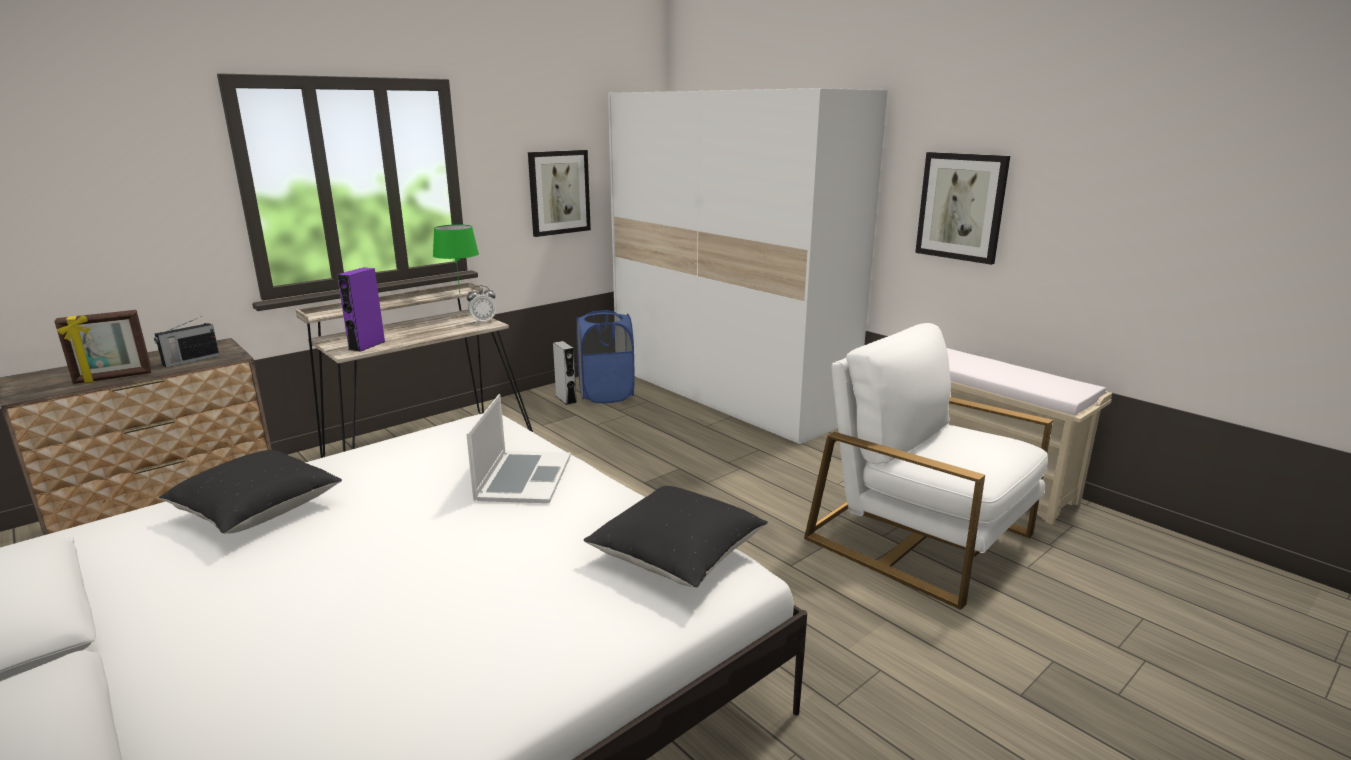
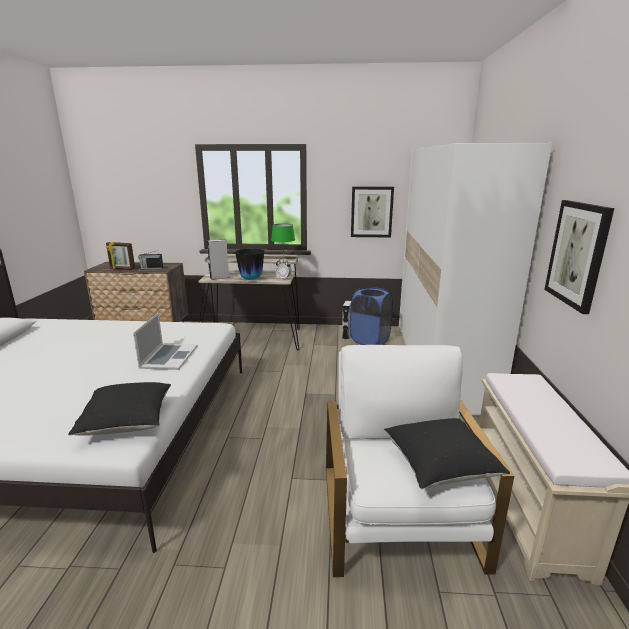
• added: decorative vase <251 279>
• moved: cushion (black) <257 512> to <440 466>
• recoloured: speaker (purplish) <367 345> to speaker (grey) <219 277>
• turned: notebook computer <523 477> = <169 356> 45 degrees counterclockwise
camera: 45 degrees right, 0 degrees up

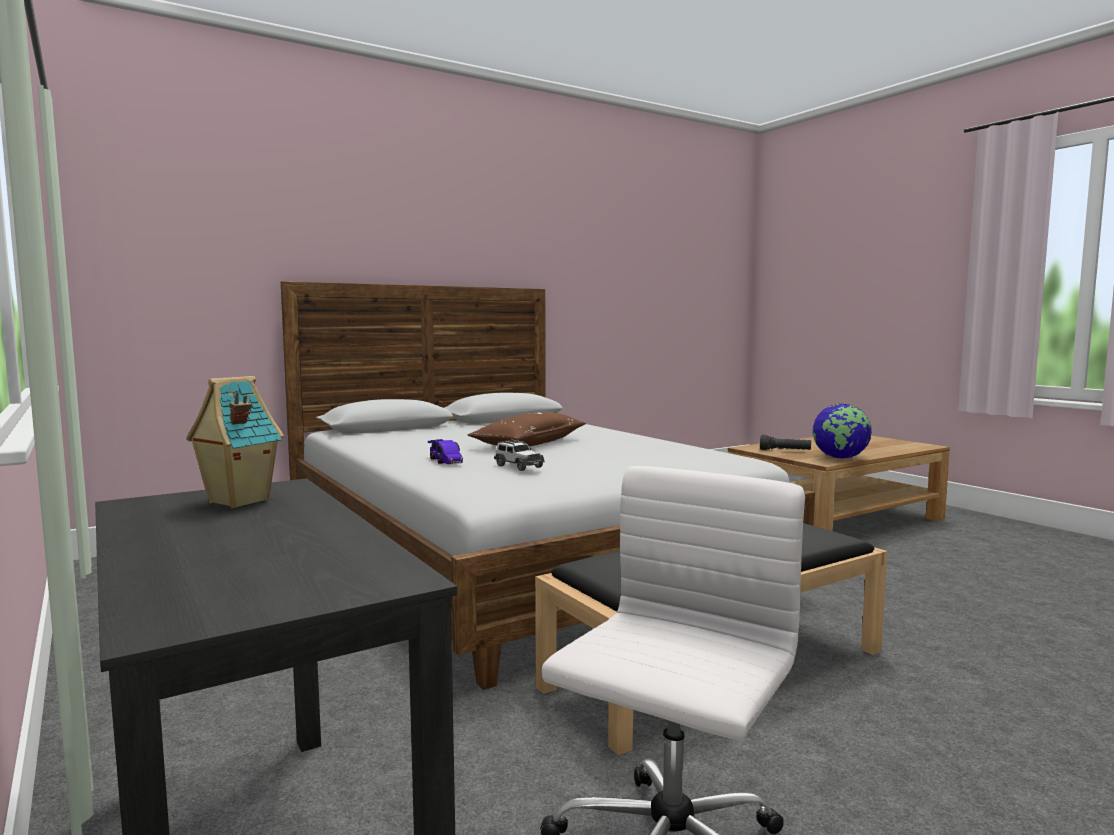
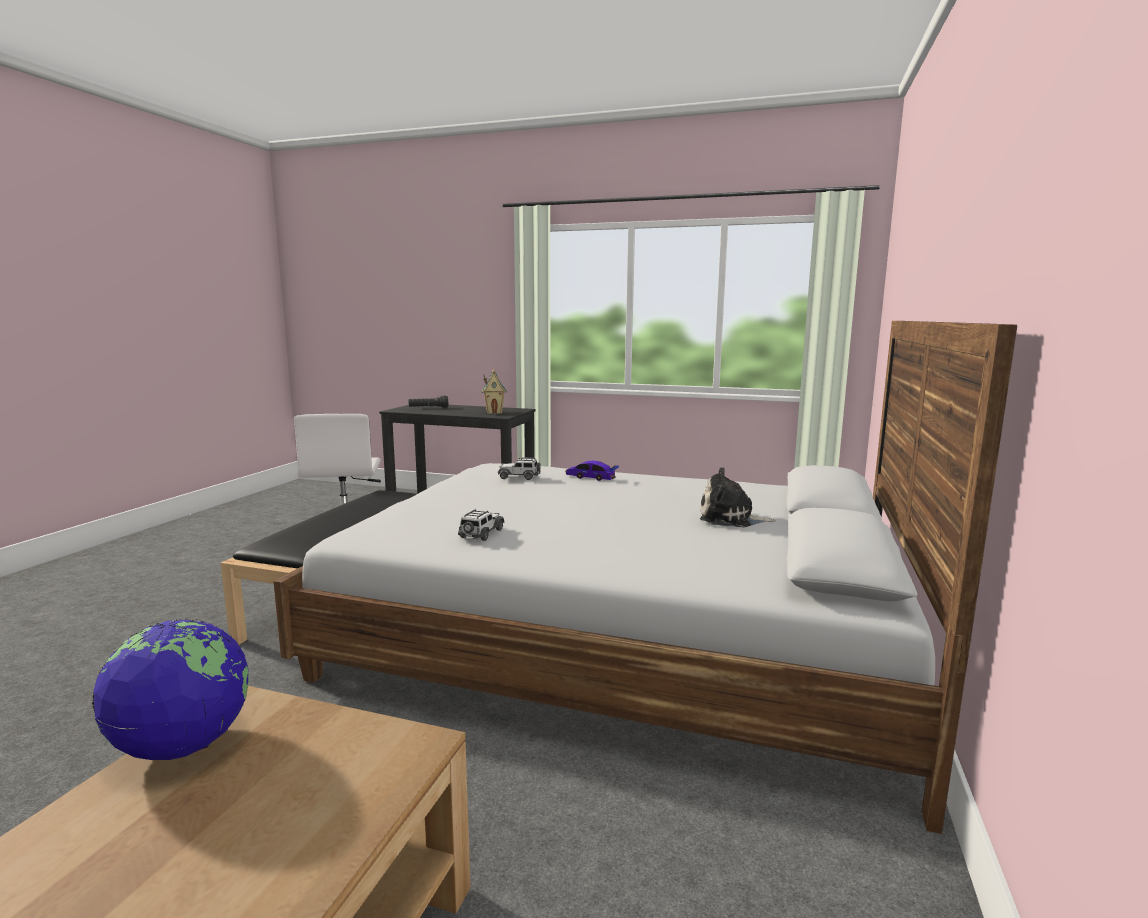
• removed: cushion (brown) <530 443>
• added: model car <481 534>
• added: cuddly toy <730 519>
• moved: torch (black) <785 451> to <428 408>
camera: 140 degrees right, 5 degrees up

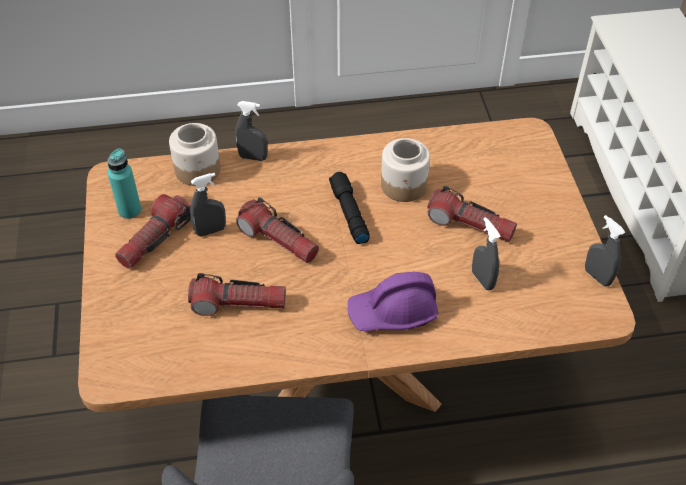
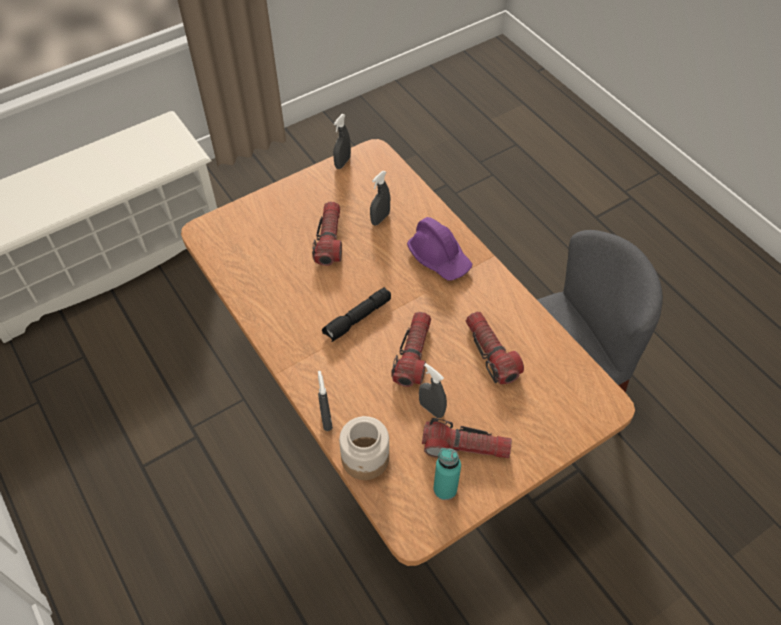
• removed: storage jar <404 186>
camera: 115 degrees left, 5 degrees up

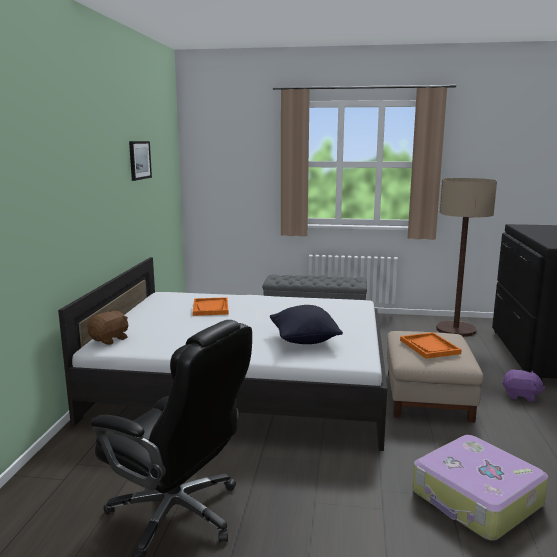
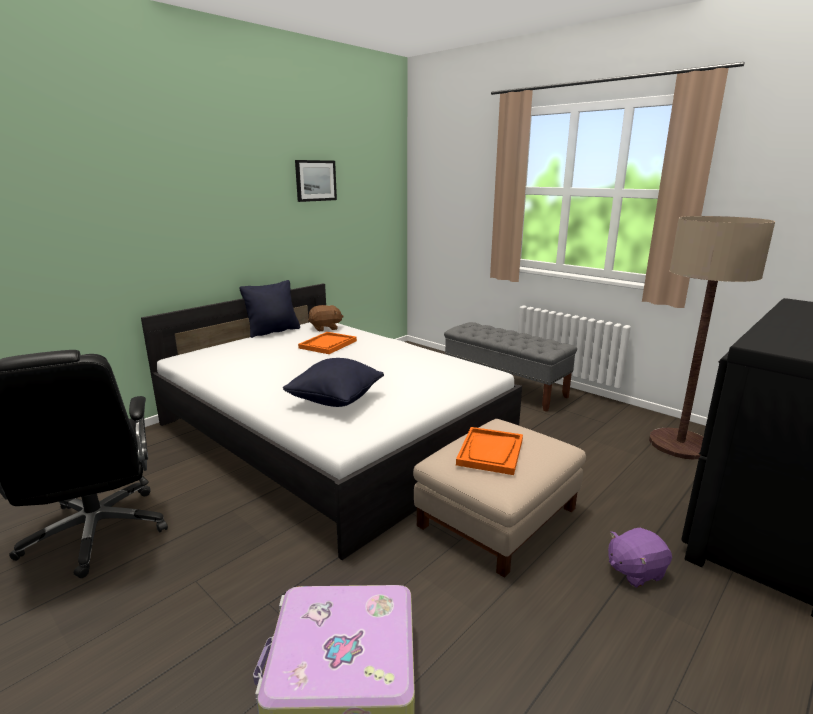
• added: cushion (black) <273 331>
• moved: cuddly toy (brown) <110 339> to <325 328>
• turned: cuddly toy (purplish) <520 396> = <634 571> 105 degrees clockwise
camera: 35 degrees right, 5 degrees up

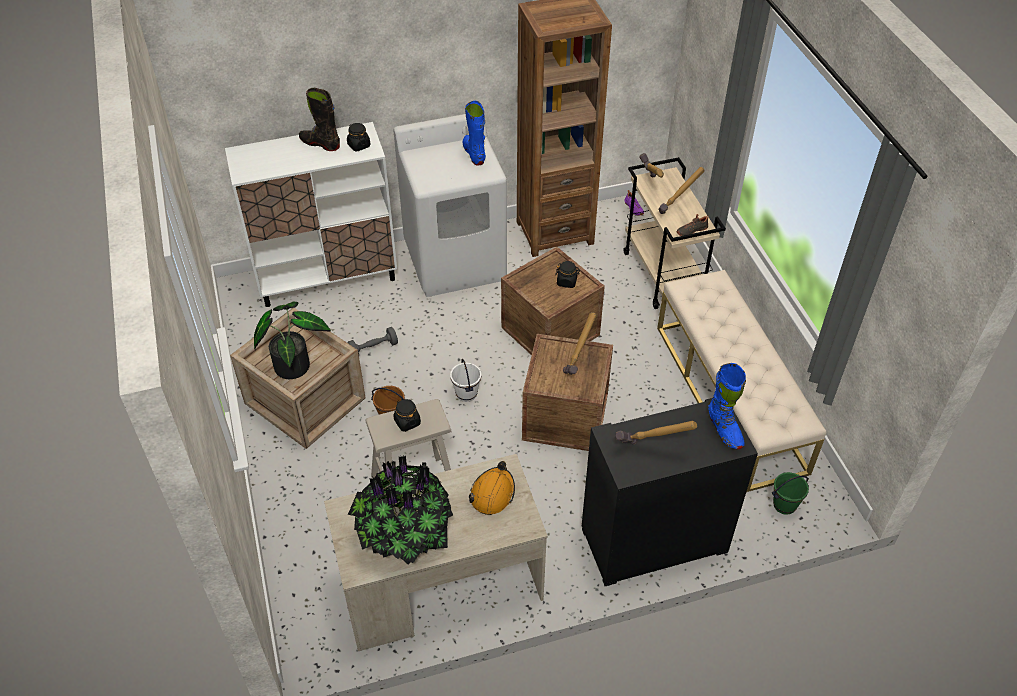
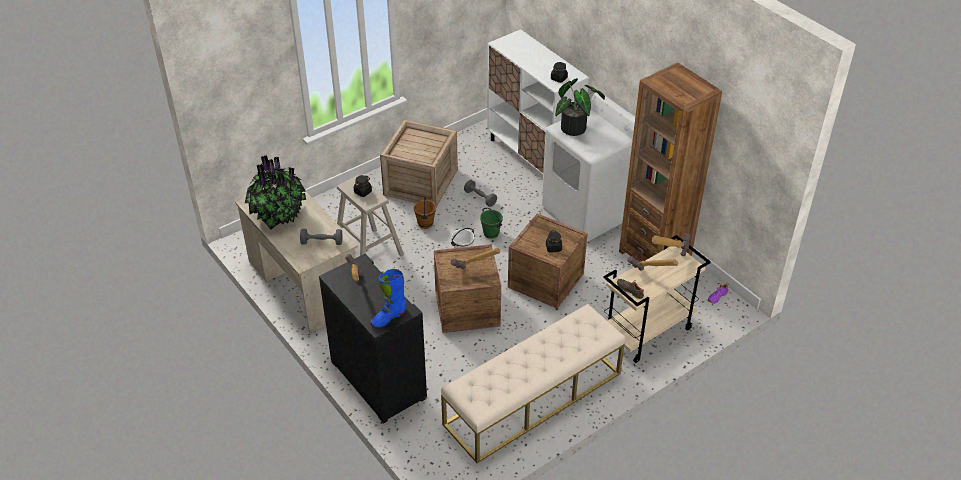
• removed: high-top boot (black) <320 144>
• removed: high-top boot (blue-coloured) <474 154>
• moved: houseplant <294 363> to <576 129>
• moved: water bucket (green-coloured) <784 505> to <491 233>
• replaced: hard hat (orange) <492 493> to dumbbell (grey) <322 242>
camera: 70 degrees right, 5 degrees down

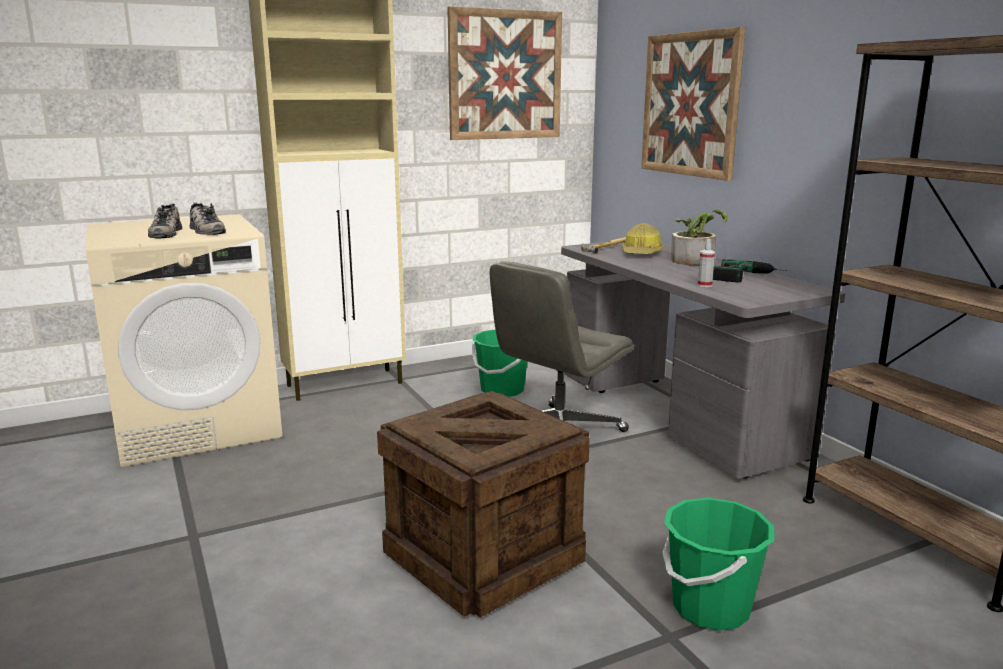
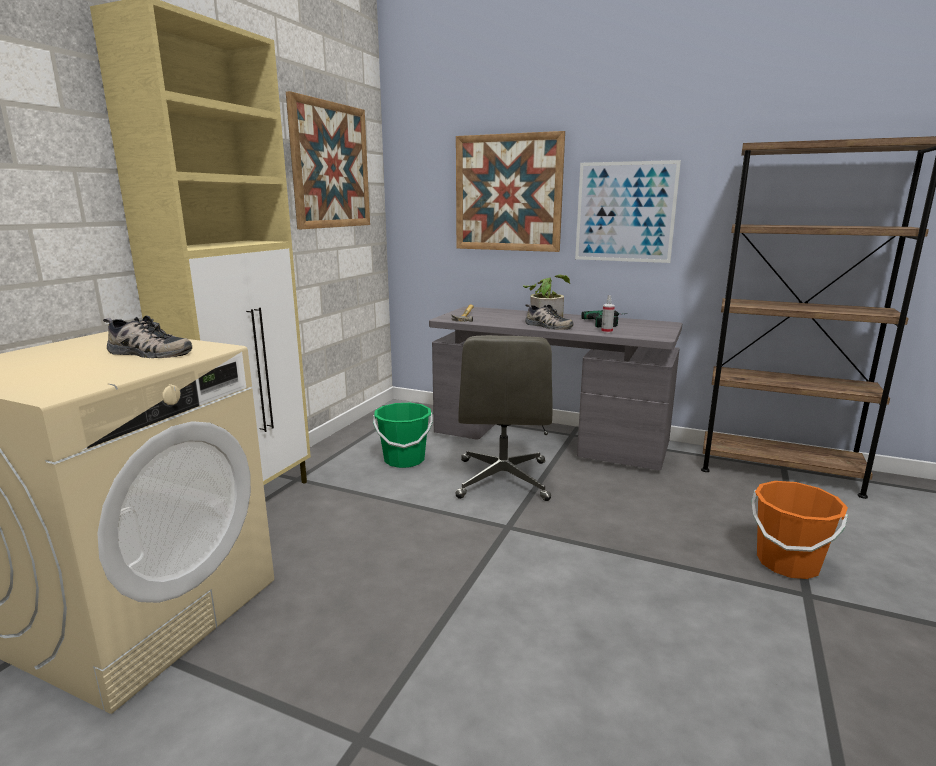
• removed: shipping crate <486 557>
• removed: hard hat <641 253>
• added: wall picture <625 212>
• moved: shoe <165 233> to <547 326>
• recoloured: water bucket (green-coloured) <710 608> to water bucket (orange) <787 563>
camera: 40 degrees left, 0 degrees up

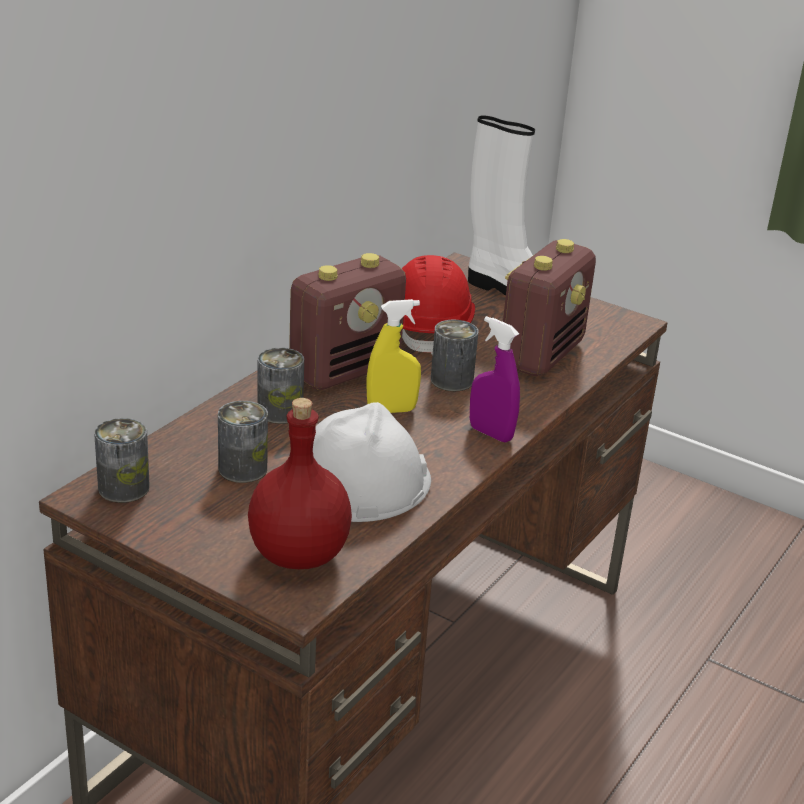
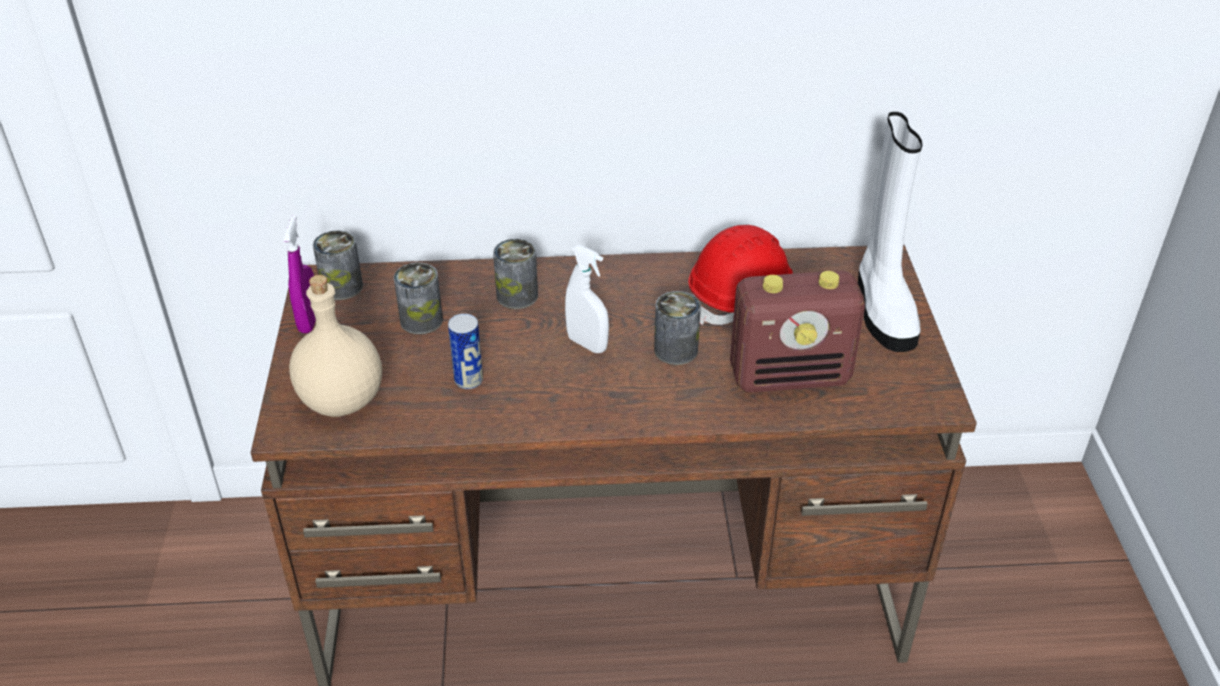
• removed: radio <345 370>
• moved: sprayer (purplish) <490 433> to <309 321>
• replaced: hard hat (white) <361 481> to sealed can <468 380>
• recoloured: beverage bottle (red-coloured) <297 554> to beverage bottle (beige-coloured) <341 399>
• recoloured: sprayer (yellowish) <391 410> to sprayer (white) <587 344>
camera: 55 degrees right, 10 degrees up

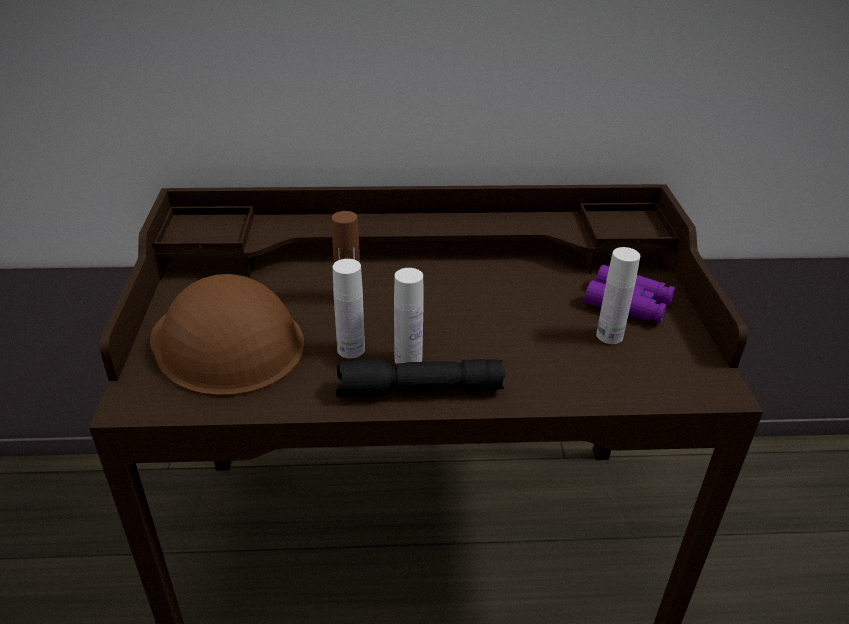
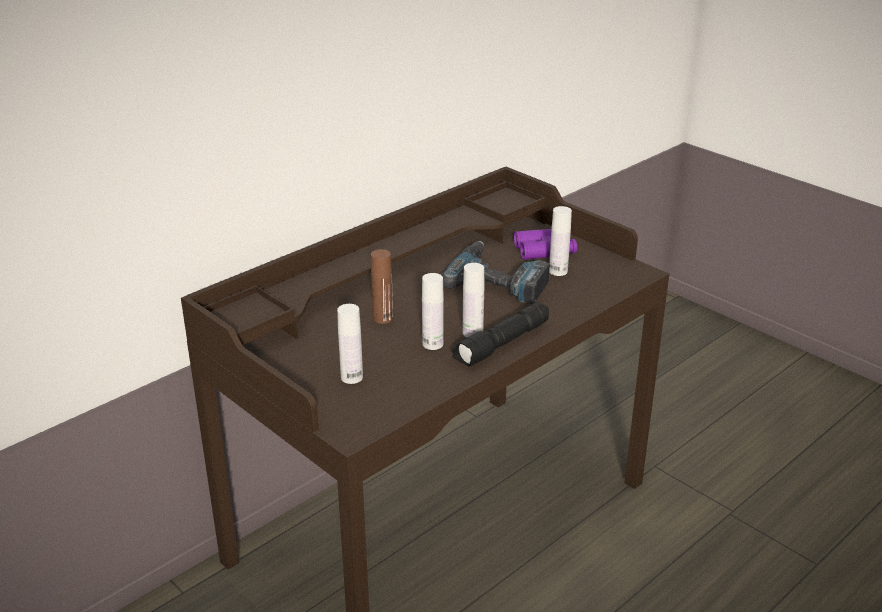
• added: electric drill <498 280>
• replaced: hard hat (brown) <227 343> to beverage bottle (white) <352 377>
camera: 40 degrees left, 5 degrees down

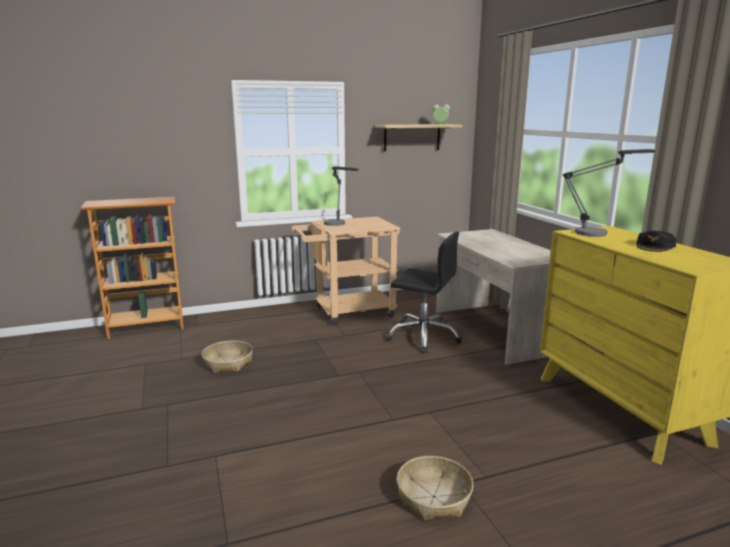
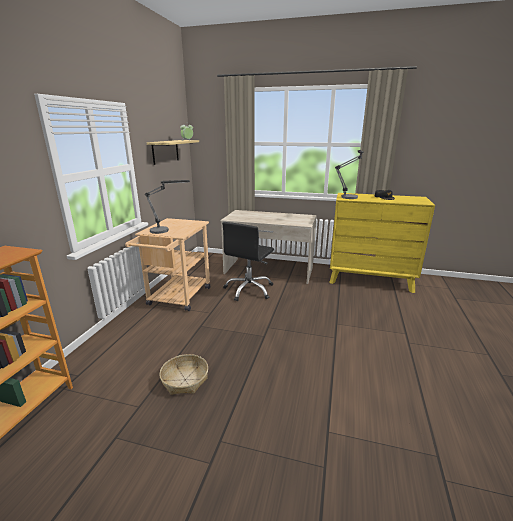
• removed: basket <434 496>
• turned: office chair (black) <423 336> = <249 290> 150 degrees clockwise
camera: 55 degrees left, 5 degrees up

